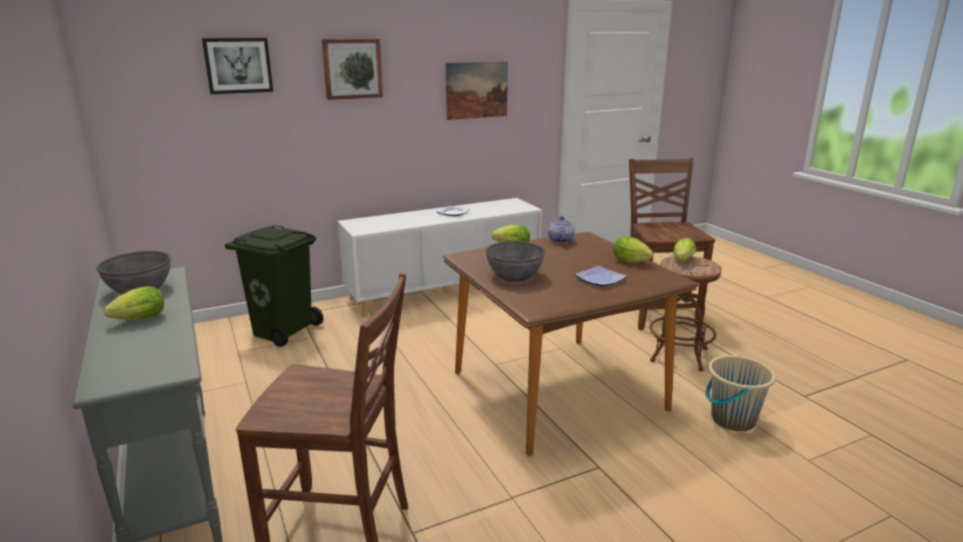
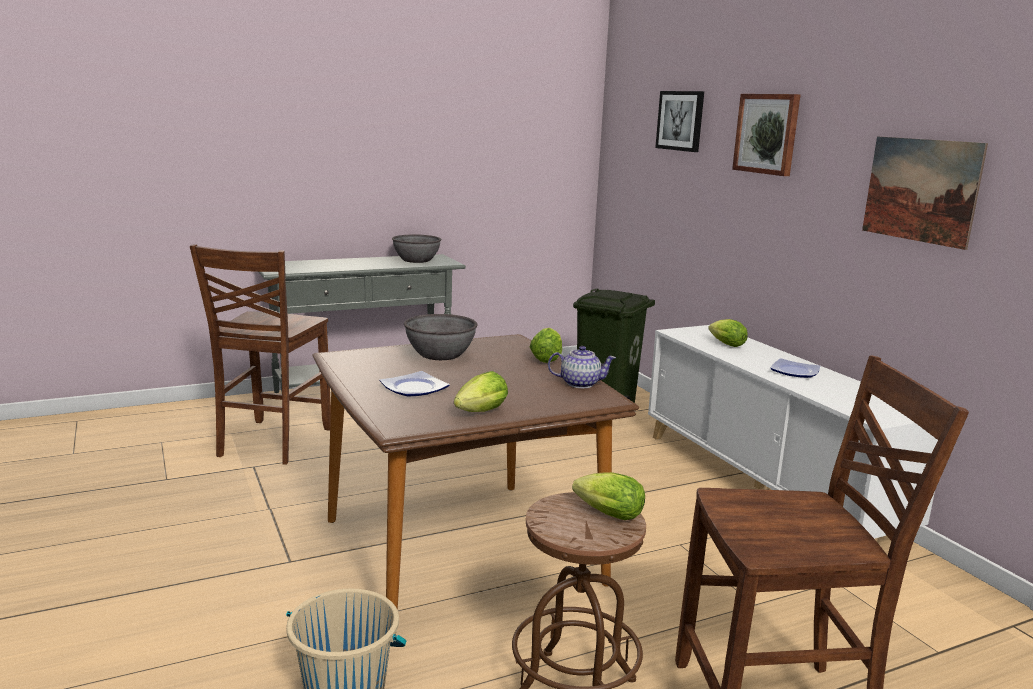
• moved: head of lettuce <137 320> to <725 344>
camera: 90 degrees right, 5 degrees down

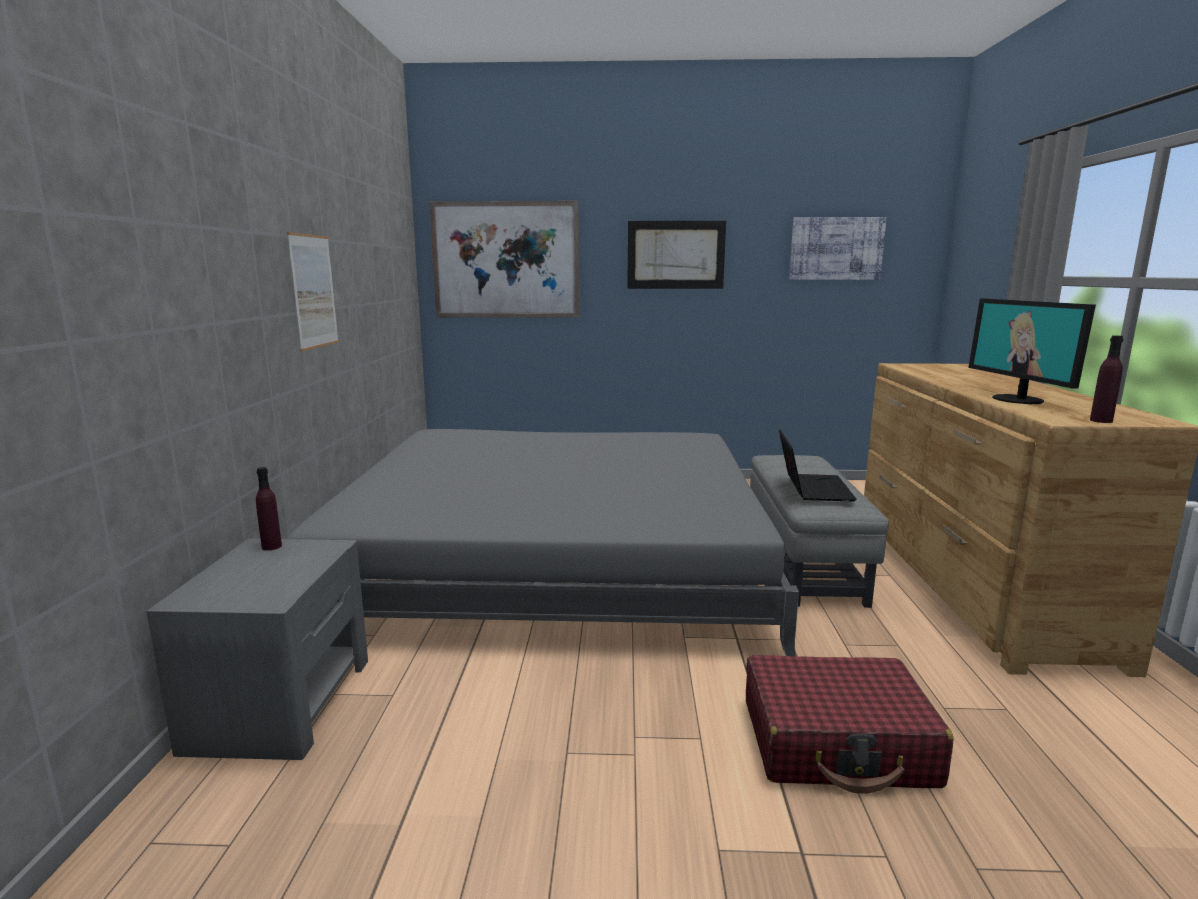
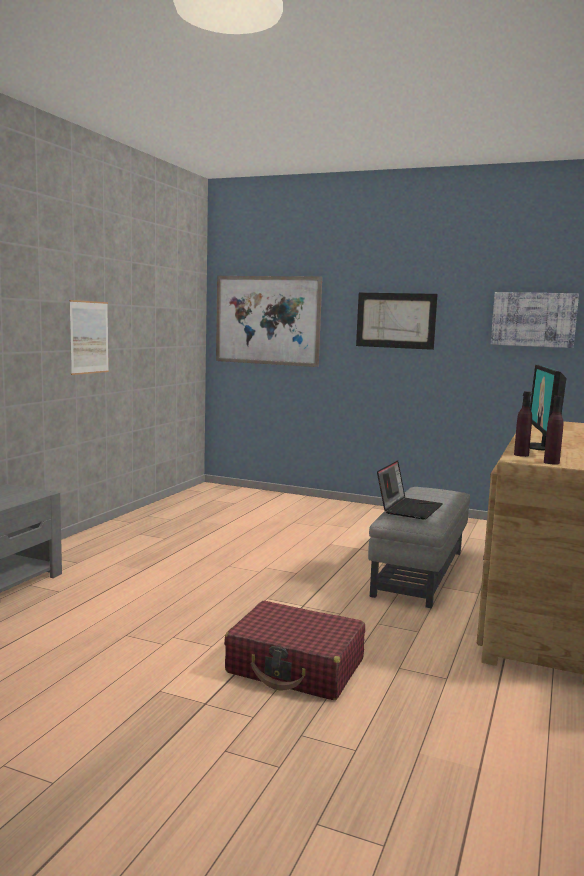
• removed: sleeping bed (grey) <555 556>
• moved: beverage bottle (purplish) <271 546> to <521 455>
camera: 20 degrees right, 5 degrees down

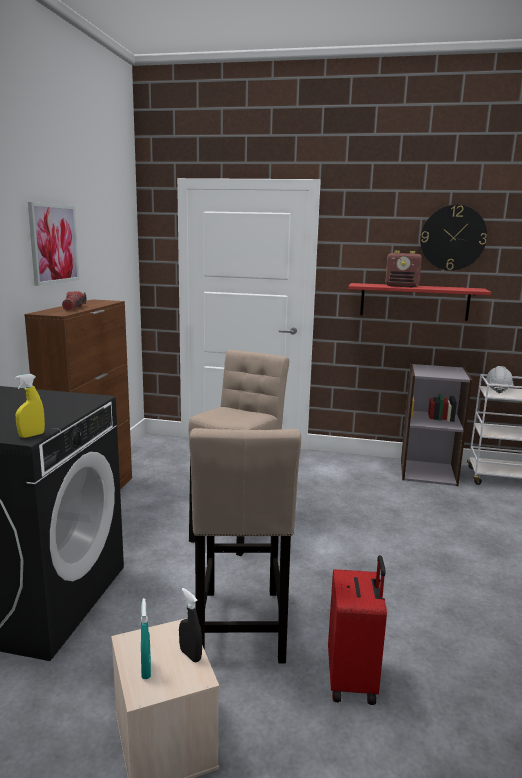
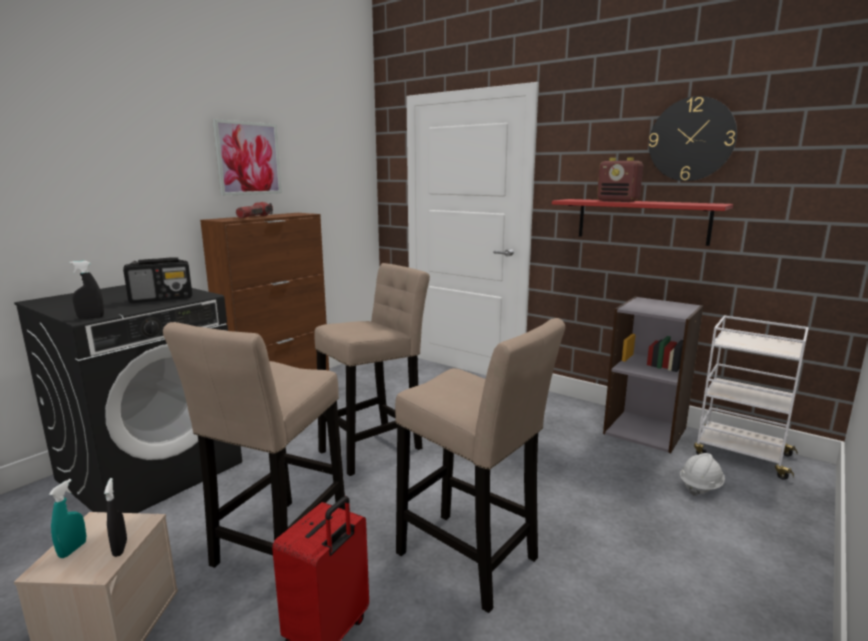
• added: radio <162 299>
• added: stool seat (beige-coloured) <472 561>
• moved: hard hat (white) <497 389> to <700 486>
• recoloured: sprayer (yellowish) <31 435> to sprayer (black) <91 317>
camera: 25 degrees right, 0 degrees up

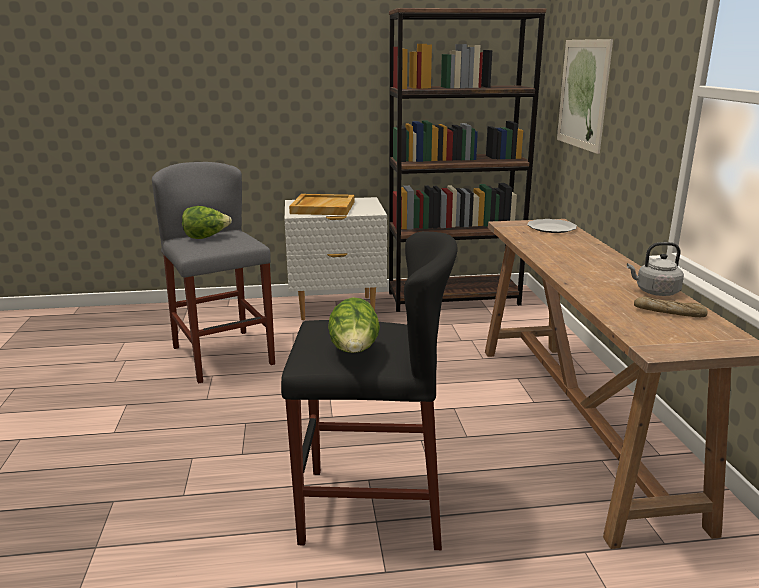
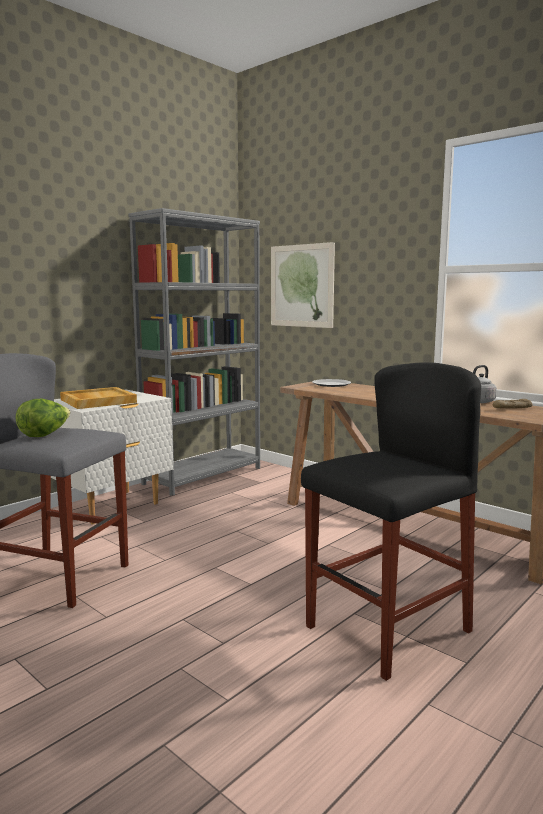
• removed: head of lettuce <354 352>
• recoloured: bookshelf (brown) <453 299> to bookshelf (grey) <203 475>
camera: 40 degrees left, 10 degrees down

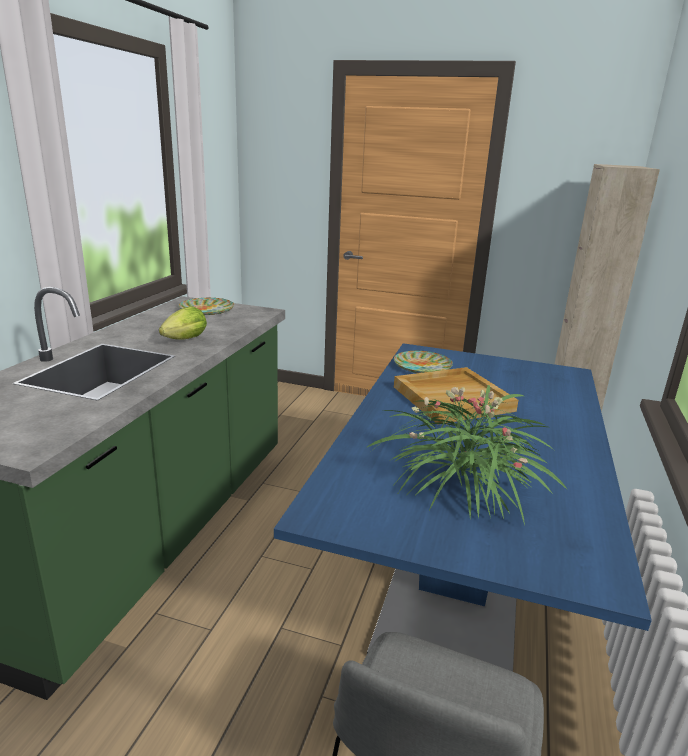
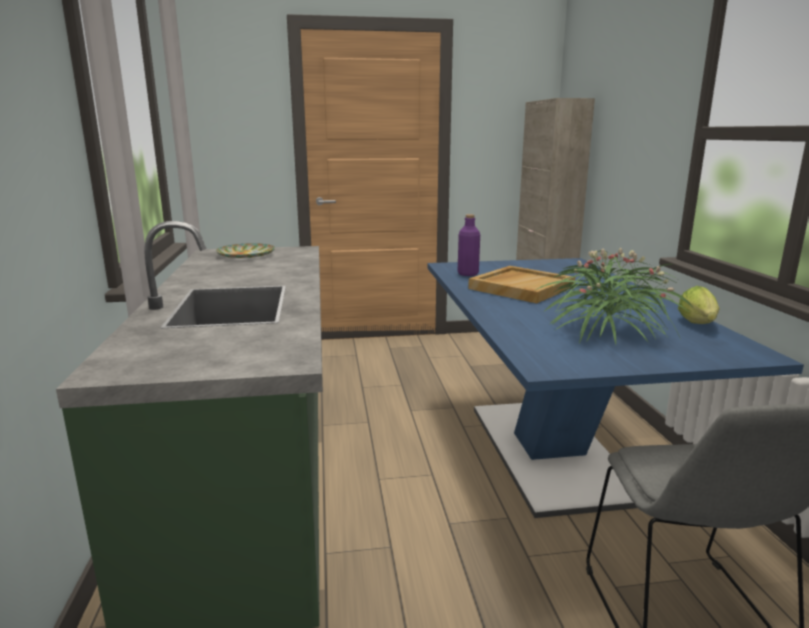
• moved: head of lettuce <183 340> to <698 324>
• replaced: flat dish <422 366> to beverage bottle (purplish) <468 274>
camera: 25 degrees left, 5 degrees down

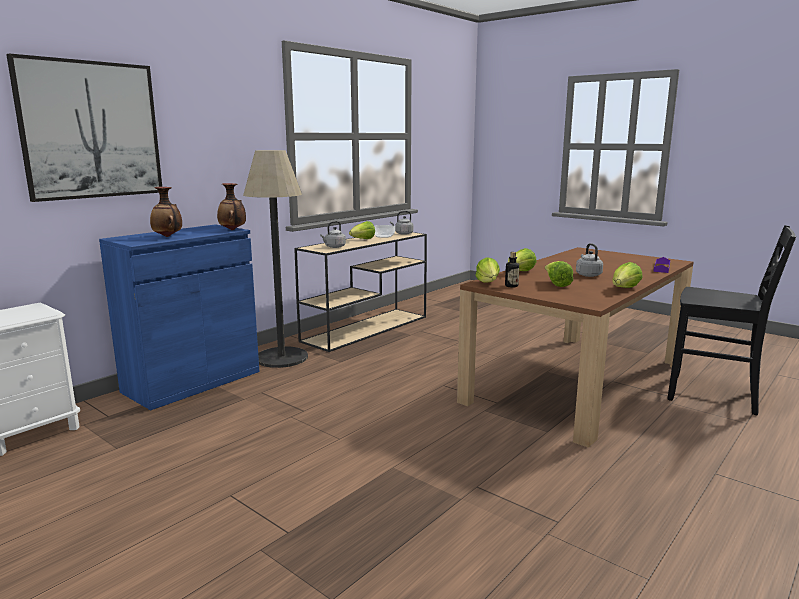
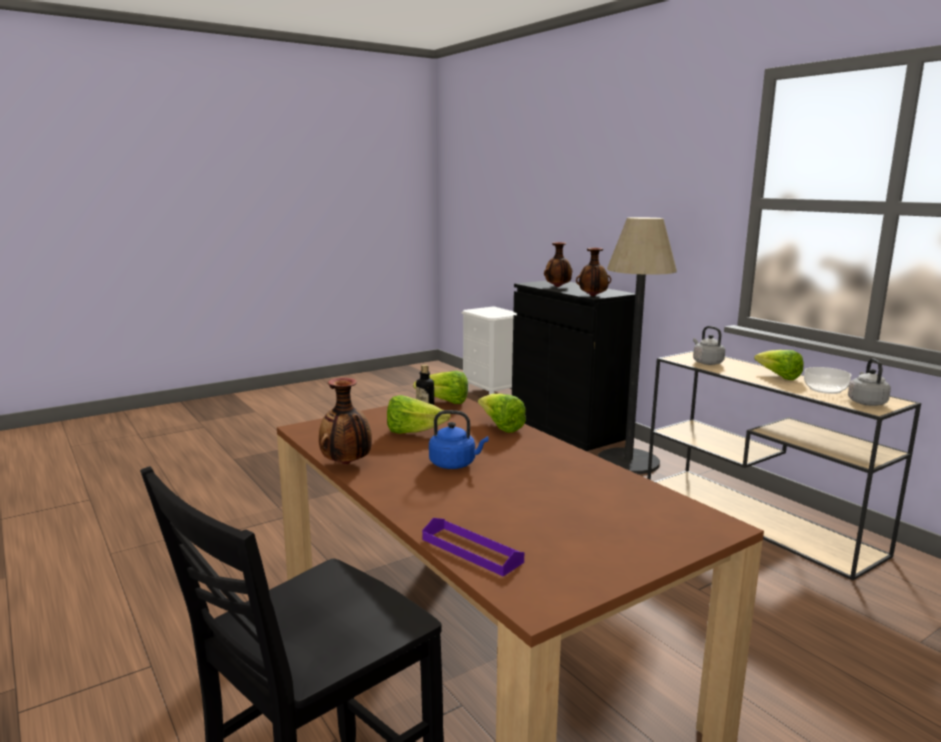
• removed: wall picture <91 130>
• replaced: head of lettuce <624 289> to decorative vase <346 464>
• recoloured: cabinet (blue-coloured) <192 382> to cabinet (black) <567 428>
• recoloured: tea kettle (grey) <587 275> to tea kettle (blue-coloured) <455 464>
camera: 105 degrees right, 0 degrees up

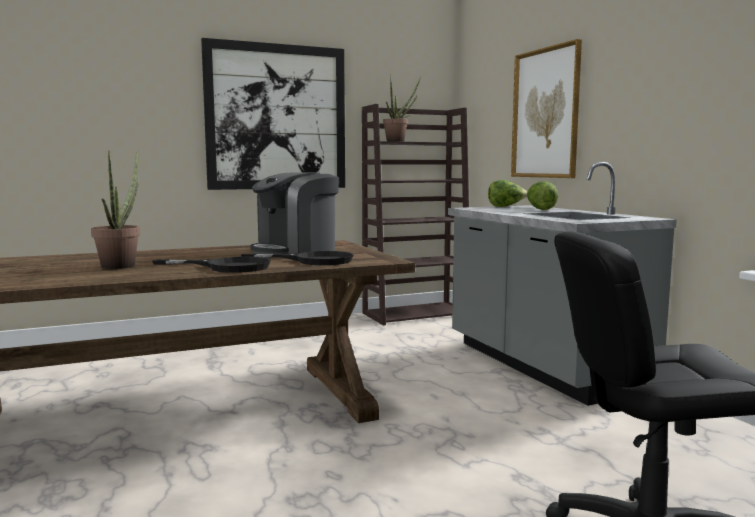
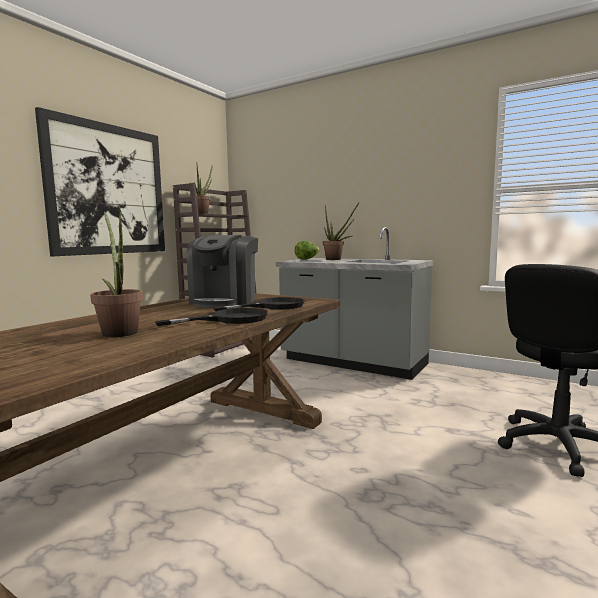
• removed: wall picture <545 113>
• replaced: head of lettuce <540 209> to houseplant <336 259>
camera: 35 degrees left, 0 degrees up

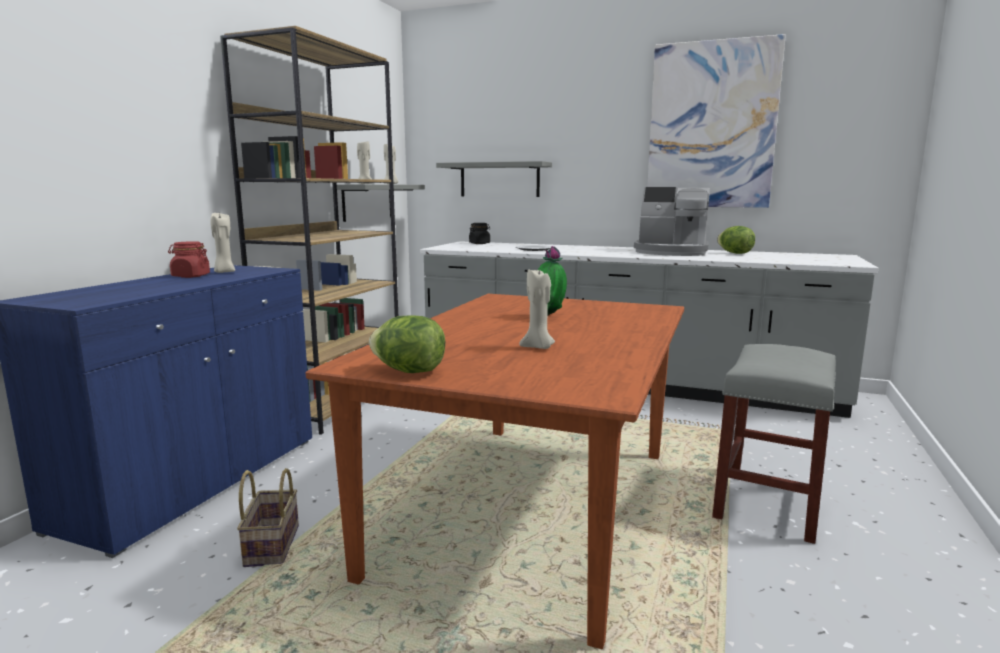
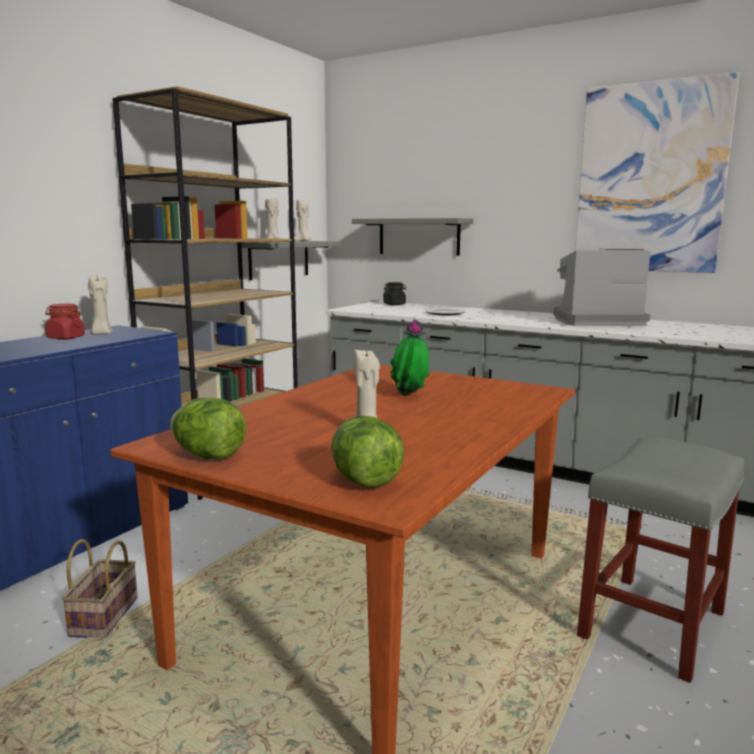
• moved: head of lettuce <735 253> to <365 481>
• turned: coffee maker <671 252> = <595 321> 150 degrees clockwise
camera: 10 degrees right, 0 degrees up

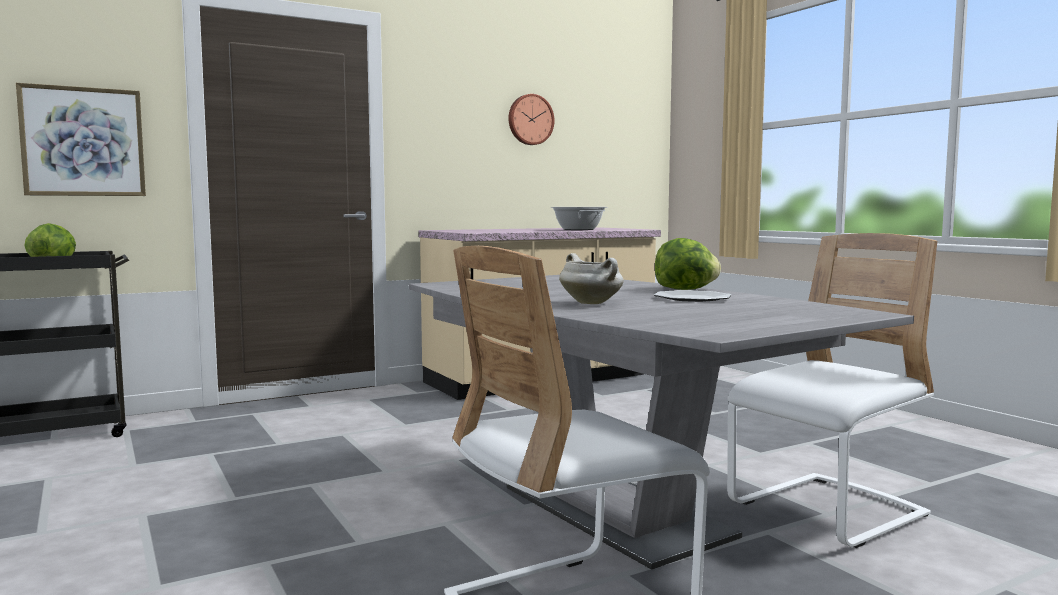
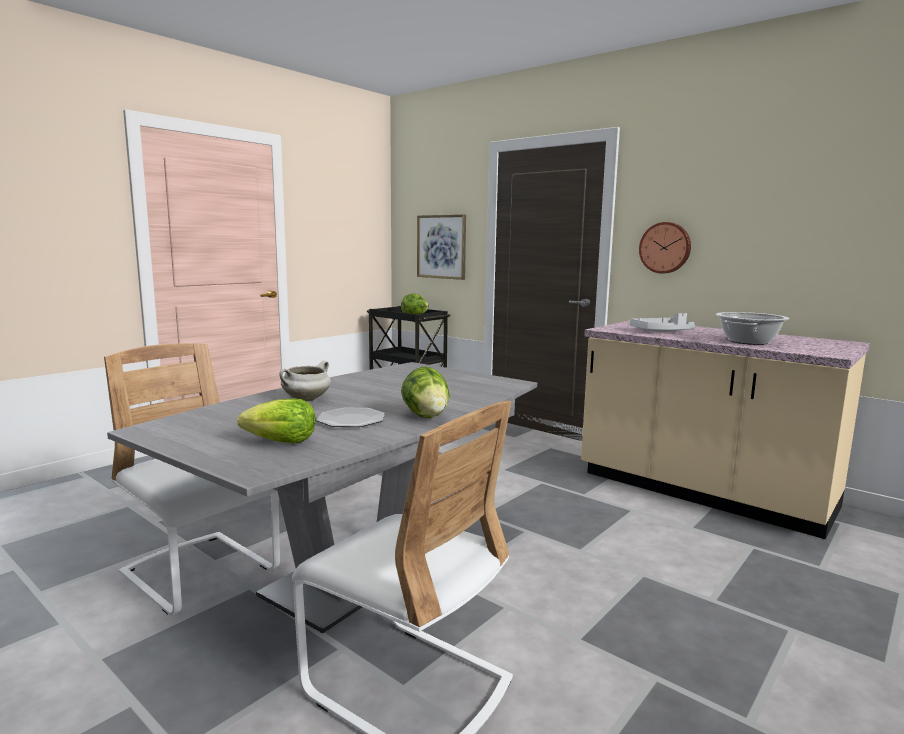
• added: head of lettuce <282 441>
• added: tray (grey) <661 332>
• moved: clock on the wall <530 119> to <665 247>
camera: 70 degrees right, 5 degrees up

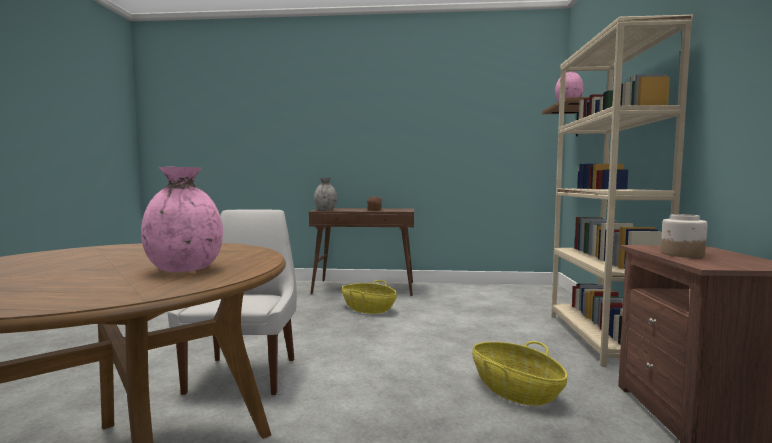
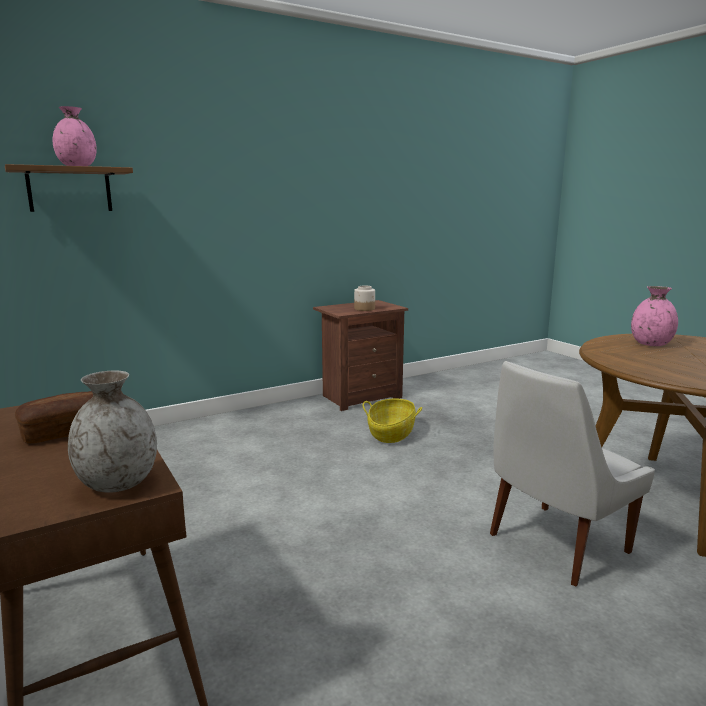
• removed: basket <368 309>
• removed: bookshelf (beige-coloured) <600 338>
camera: 125 degrees left, 10 degrees up

